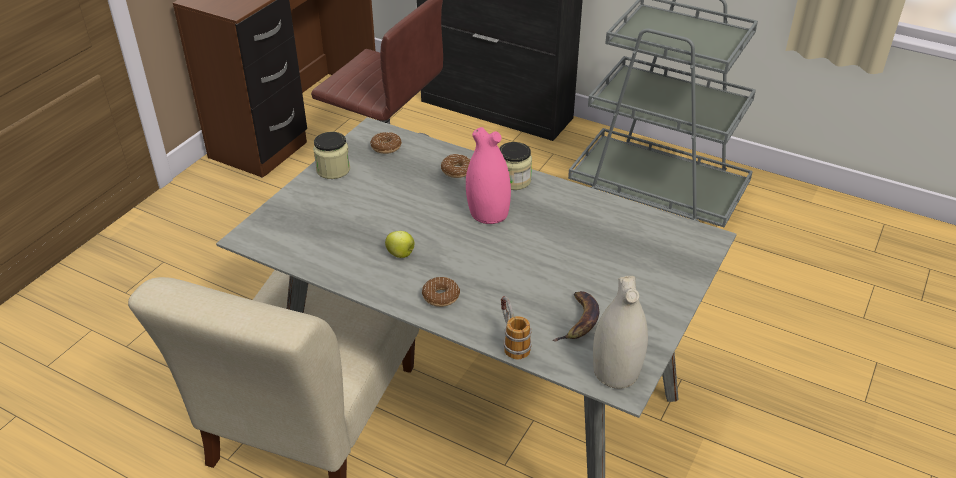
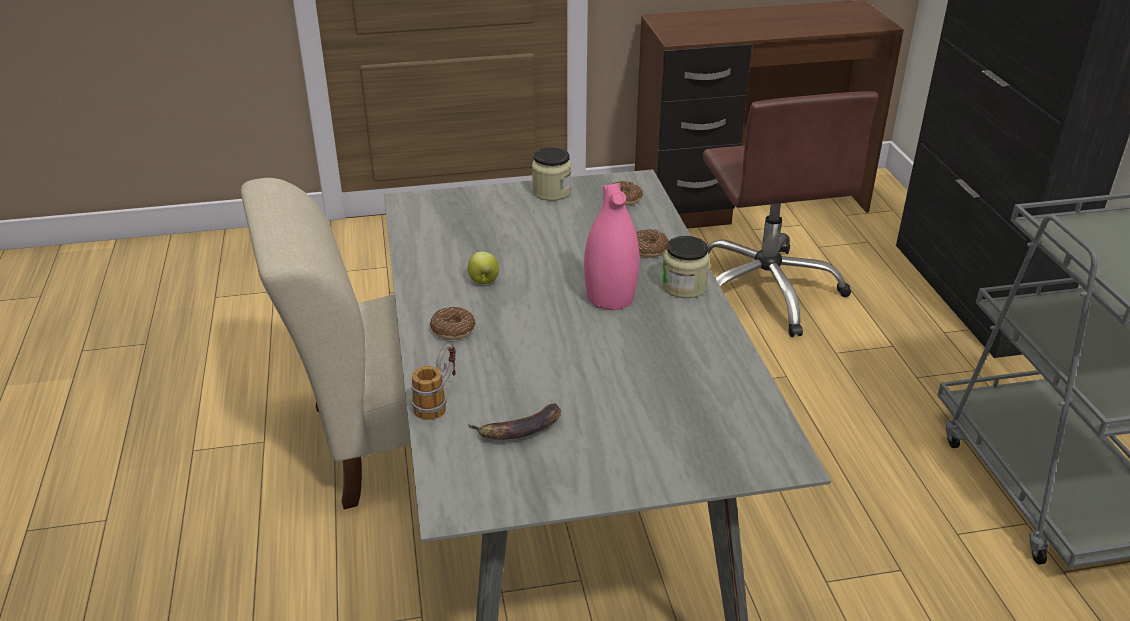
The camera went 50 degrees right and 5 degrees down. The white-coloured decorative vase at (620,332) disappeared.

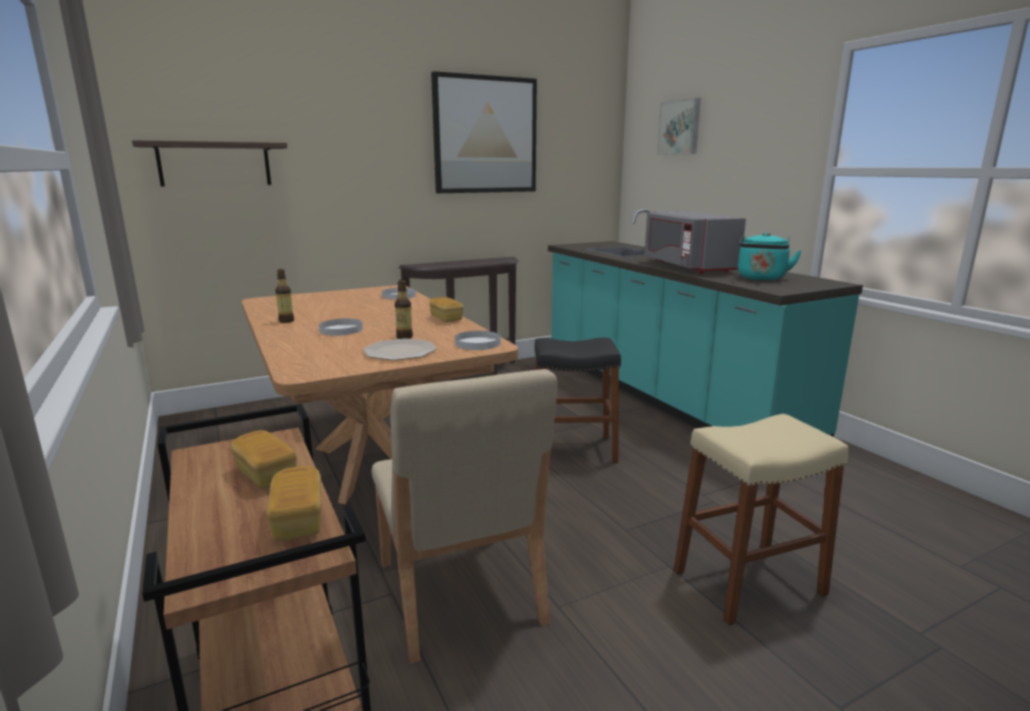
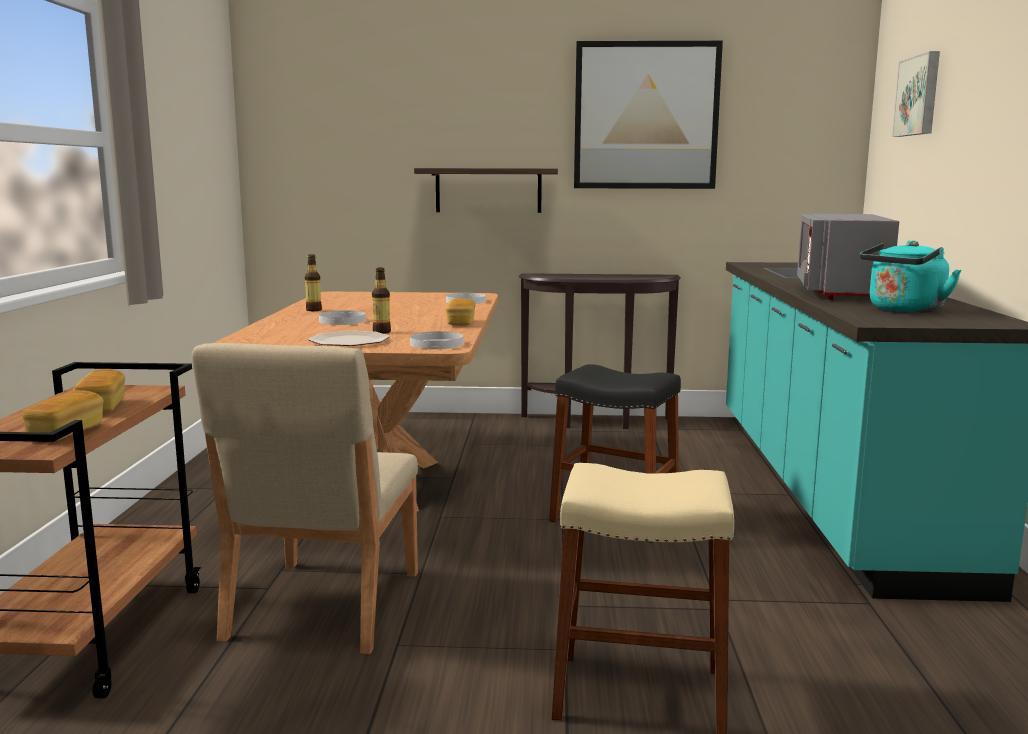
The camera went 30 degrees right and 5 degrees down. The bracket shelf moved from (209,163) to (486,190).

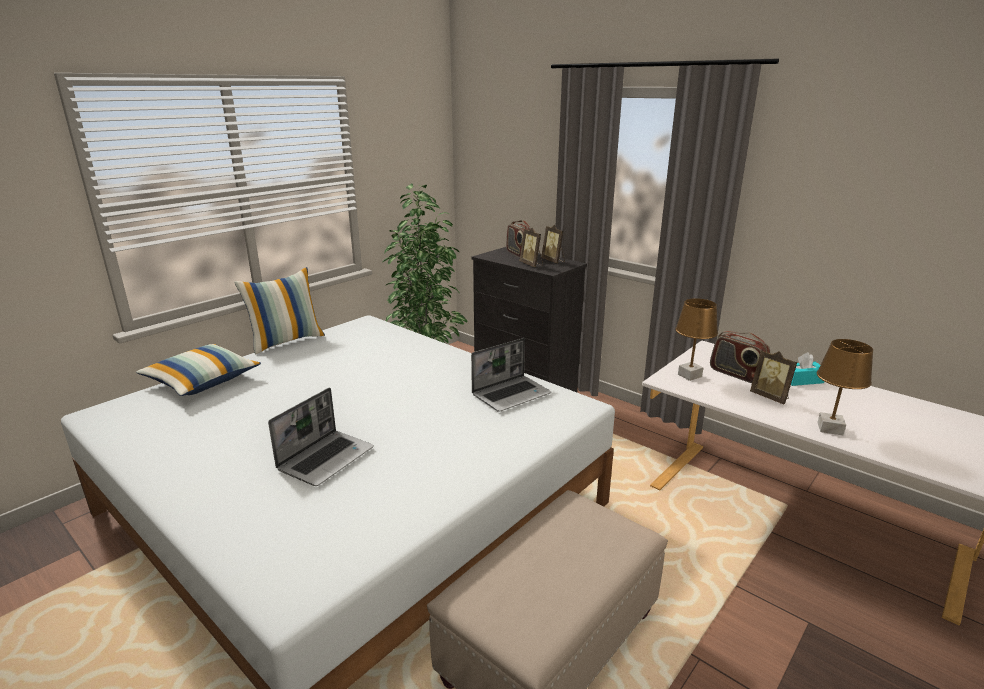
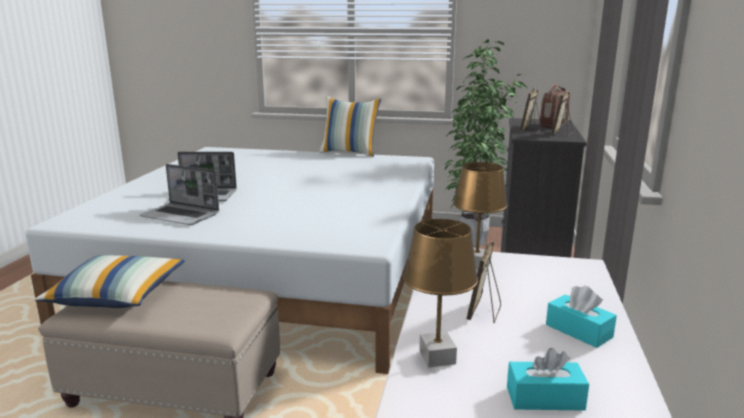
The camera went 60 degrees right and 5 degrees down. The radio set at (740,357) disappeared. The notebook computer moved from (511,375) to (179,194). The cushion moved from (198,370) to (110,281). The turquoise-coloured box of tissues at (548,379) appeared.

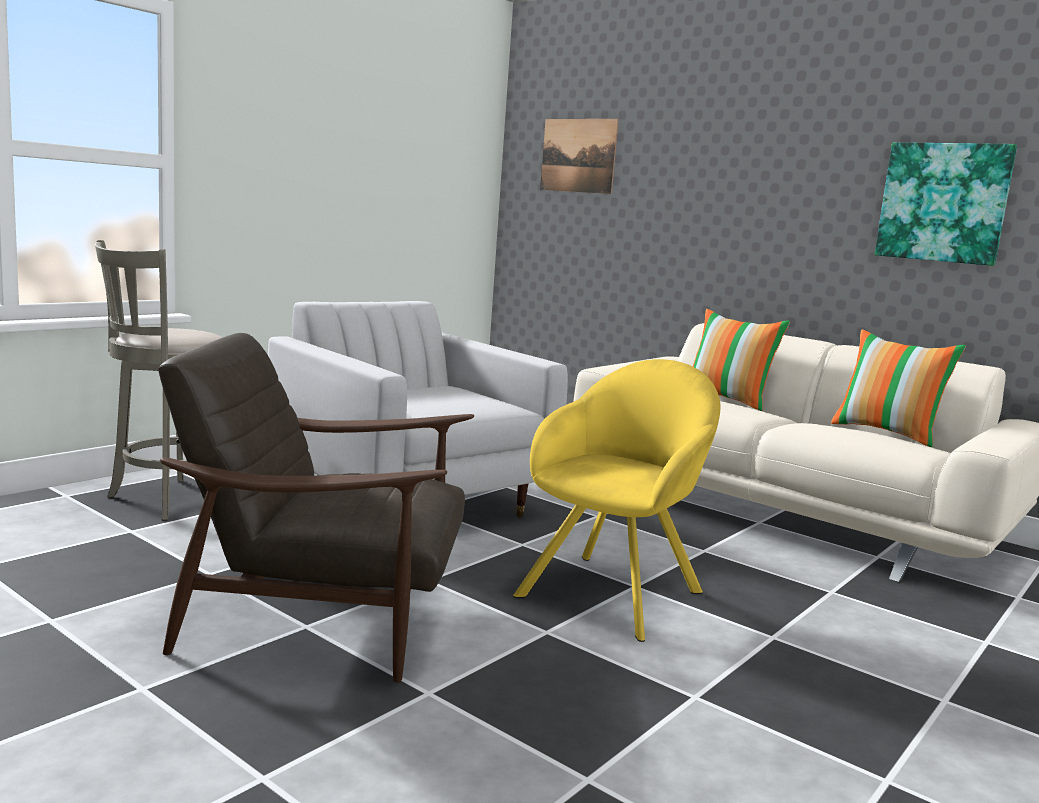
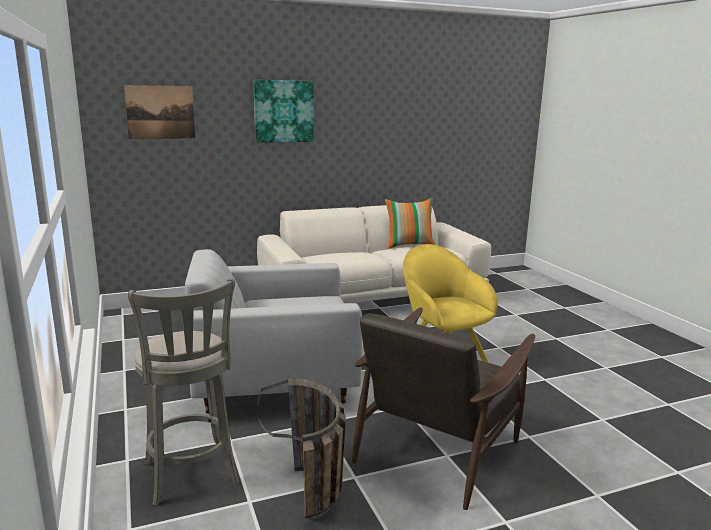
The camera went 60 degrees left and 5 degrees up. The wall picture moved from (946,204) to (284,111). The cushion at (741,360) disappeared. The basket at (302,448) appeared.

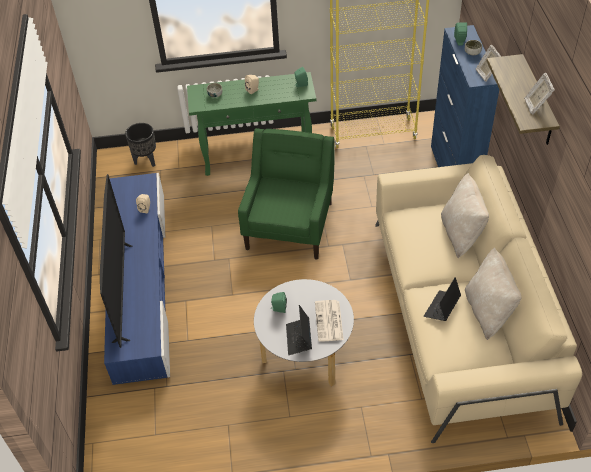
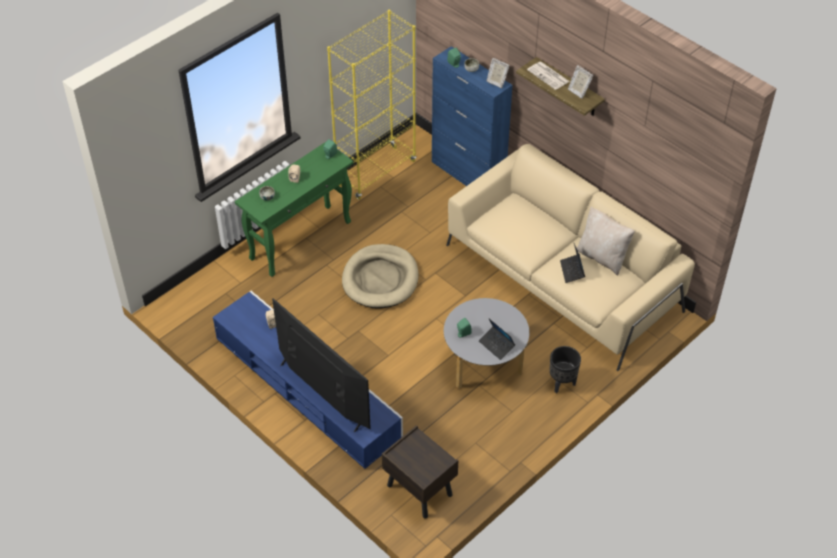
The camera went 40 degrees left and 0 degrees up. The blackish plant pot moved from (140,145) to (565,369). The green armchair at (286,193) was replaced by the beige dog cushion at (380,276). The beige cushion at (465,215) disappeared. The printed paper moved from (329,320) to (548,76). The brown-coloured night table at (420,472) appeared.

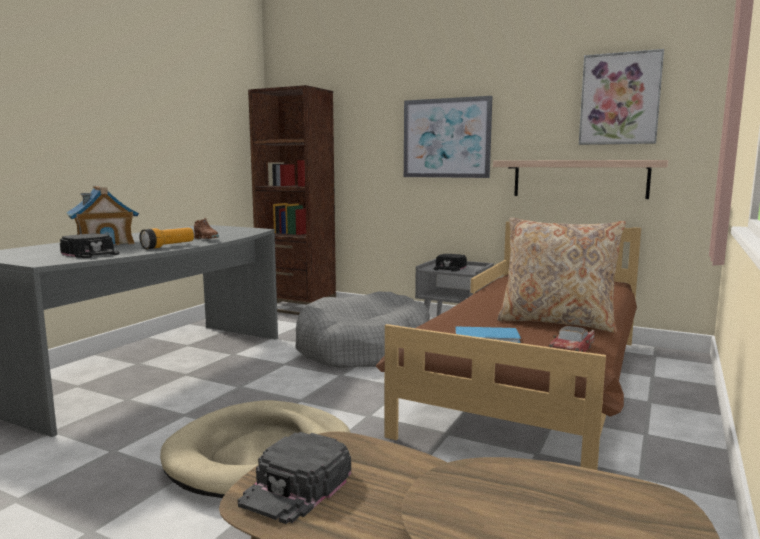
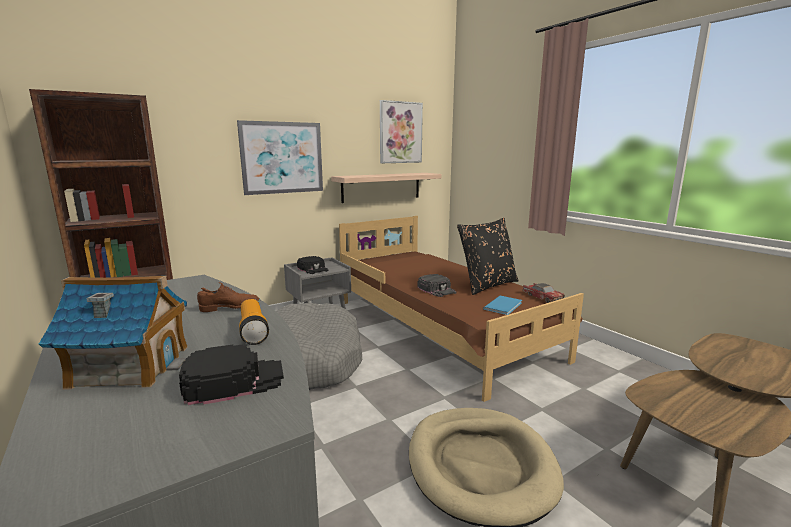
The camera went 60 degrees left and 5 degrees up. The beige cushion at (561,275) became the blackish cushion at (488,256). The blackish baseball cap moved from (294,478) to (437,285).

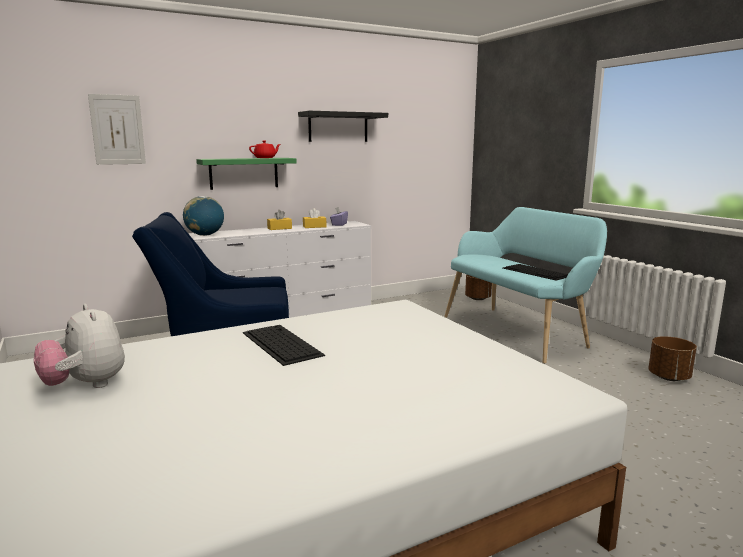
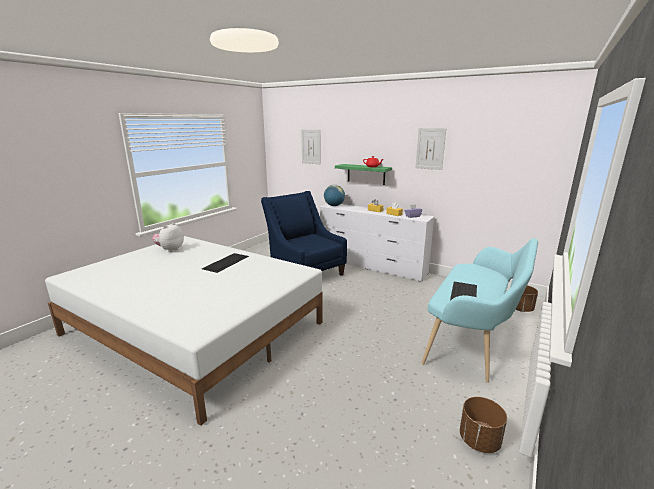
The camera went 60 degrees right and 5 degrees up. The blackish bracket shelf at (343,126) was replaced by the wall picture at (431,149).

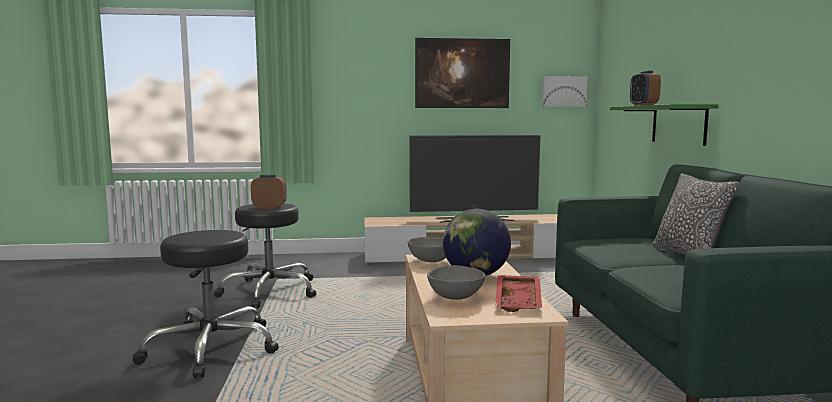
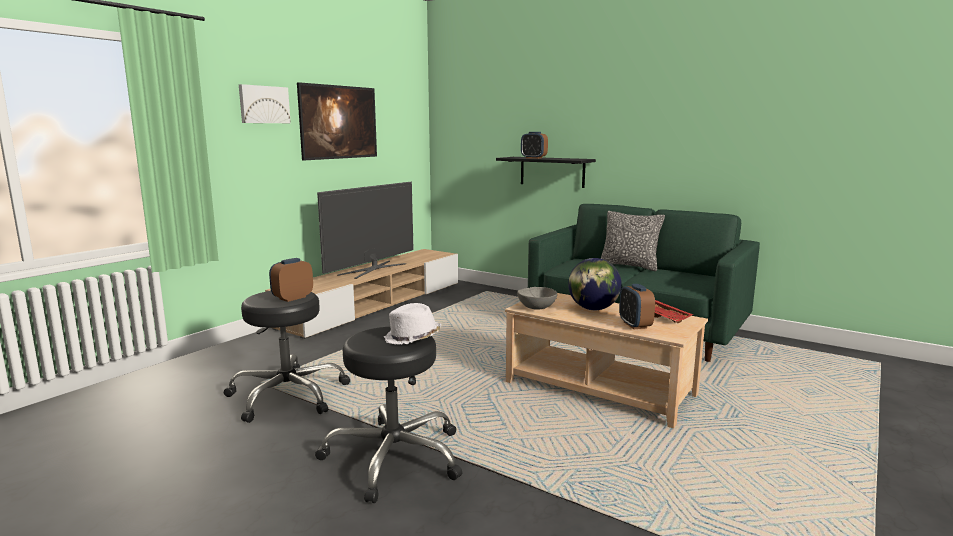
The camera went 50 degrees left and 5 degrees up. The wall picture moved from (565,91) to (265,103). The green bracket shelf at (664,125) became the blackish bracket shelf at (546,172). The greyish serving bowl at (456,282) was replaced by the alarm clock at (637,306). The white-coloured hat at (412,324) appeared.

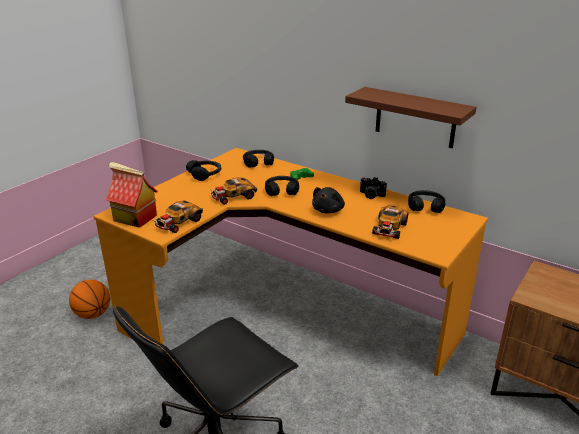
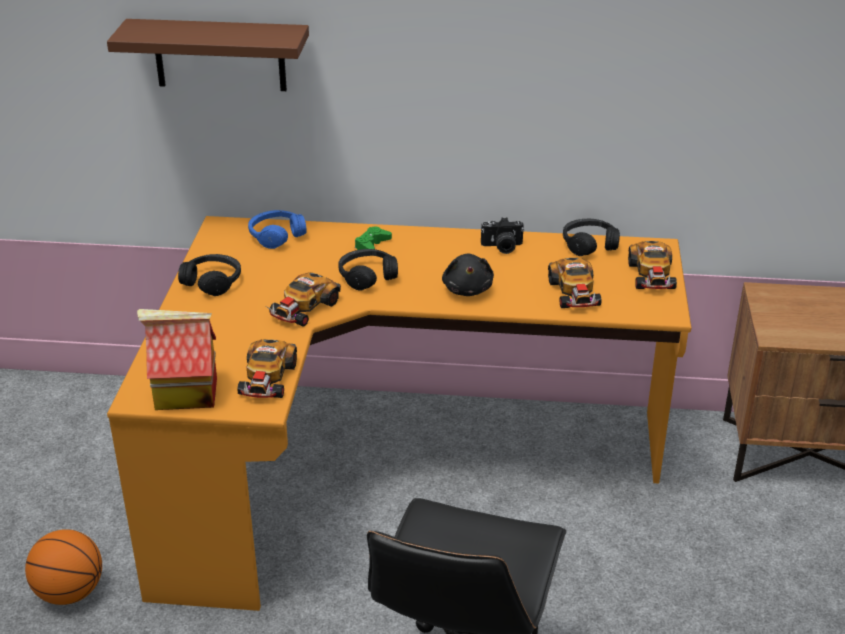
The camera went 30 degrees left and 5 degrees up. The brown-coloured bracket shelf moved from (411,117) to (208,55). The blackish headset at (258,159) became the bluish headset at (277,229). The toy car at (652,265) appeared.

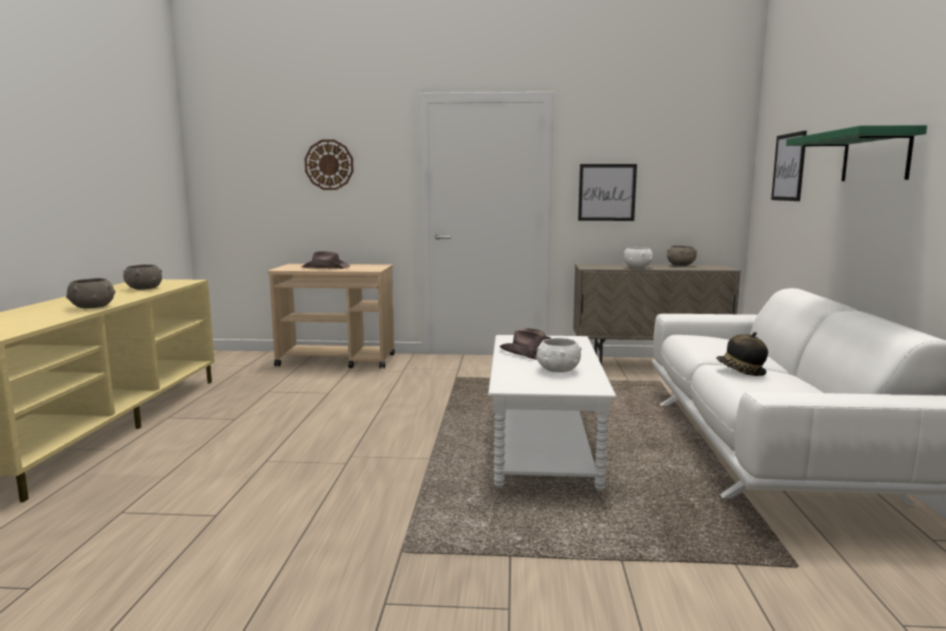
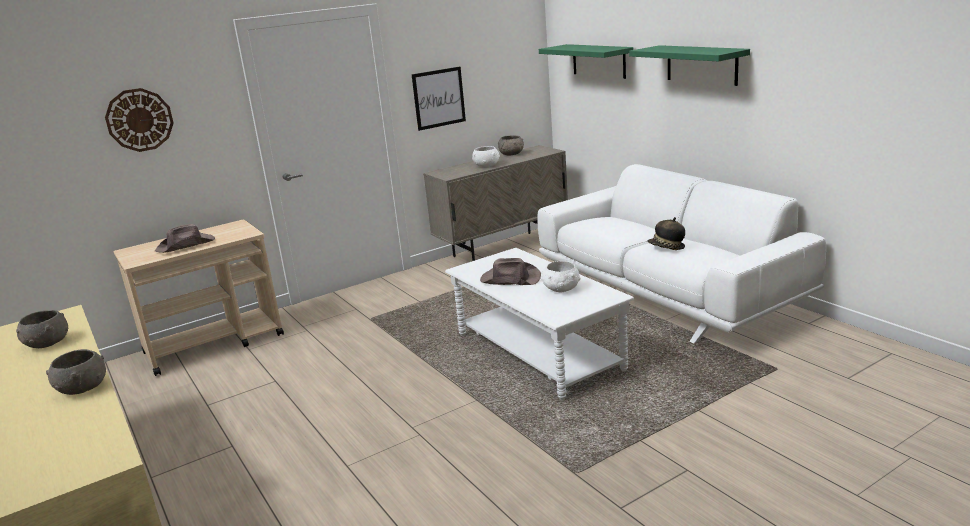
The camera went 35 degrees left and 10 degrees up. The wall picture at (789,166) was replaced by the green bracket shelf at (586,61).

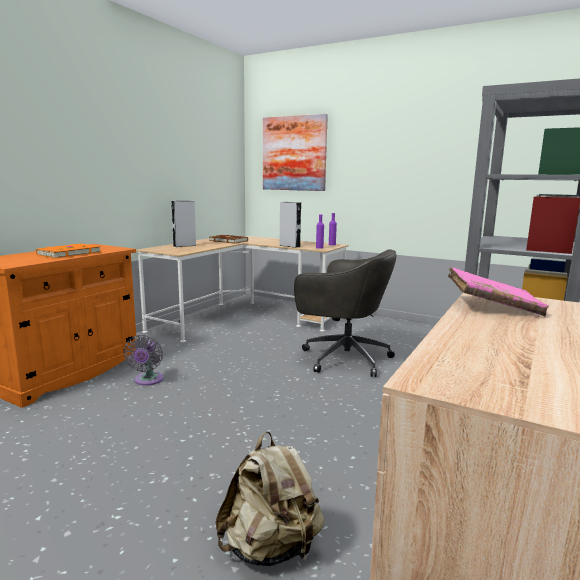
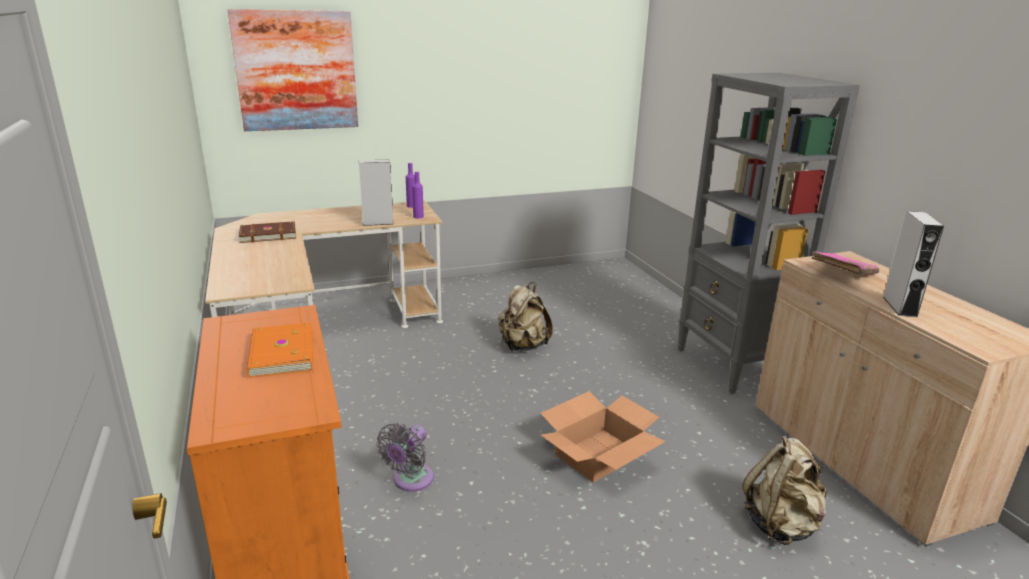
The camera went 50 degrees left and 10 degrees up. The greyish audio speaker moved from (183,224) to (913,264). The greyish computer chair at (345,313) was replaced by the beige backpack at (525,316). The greyish electric fan at (143,360) turned 75 degrees clockwise. The packing box at (603,437) appeared.

